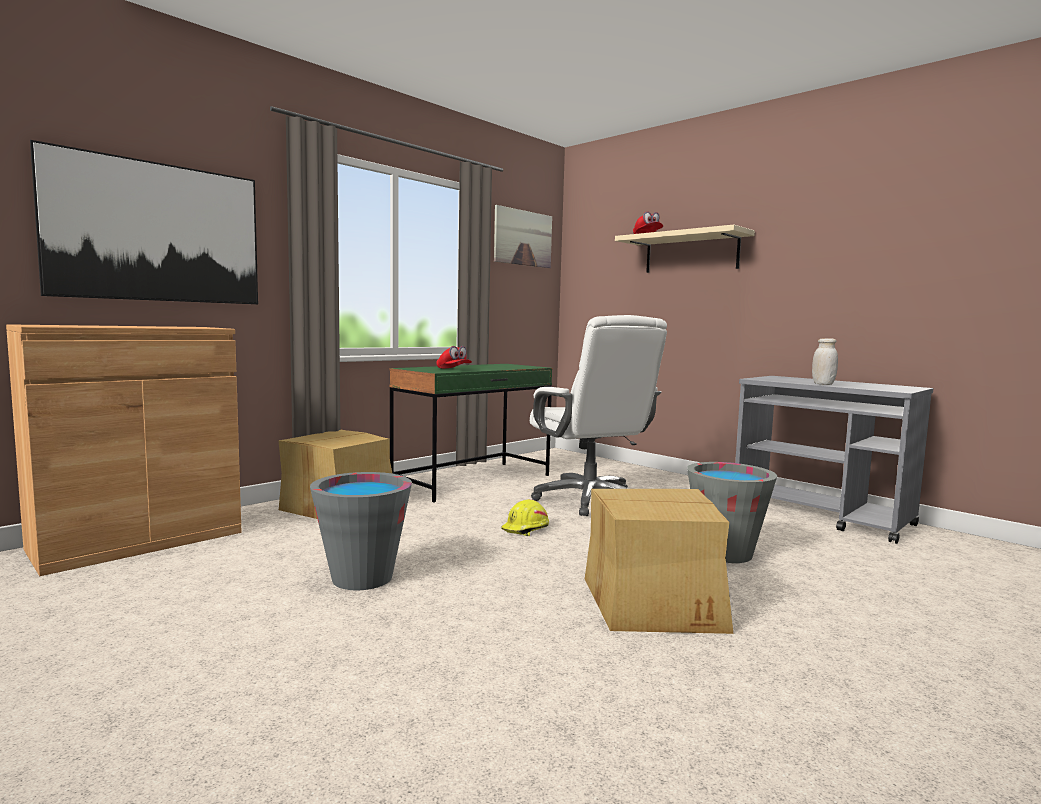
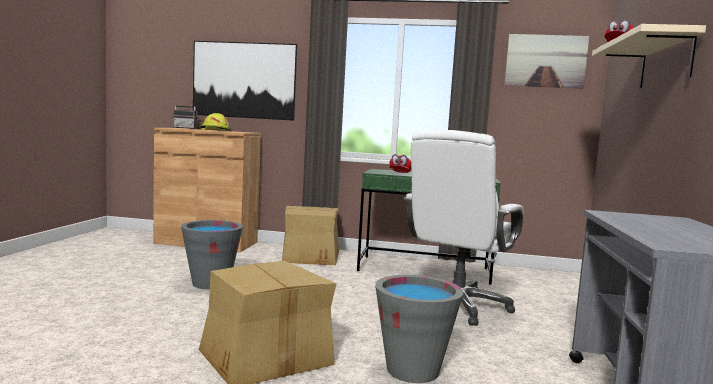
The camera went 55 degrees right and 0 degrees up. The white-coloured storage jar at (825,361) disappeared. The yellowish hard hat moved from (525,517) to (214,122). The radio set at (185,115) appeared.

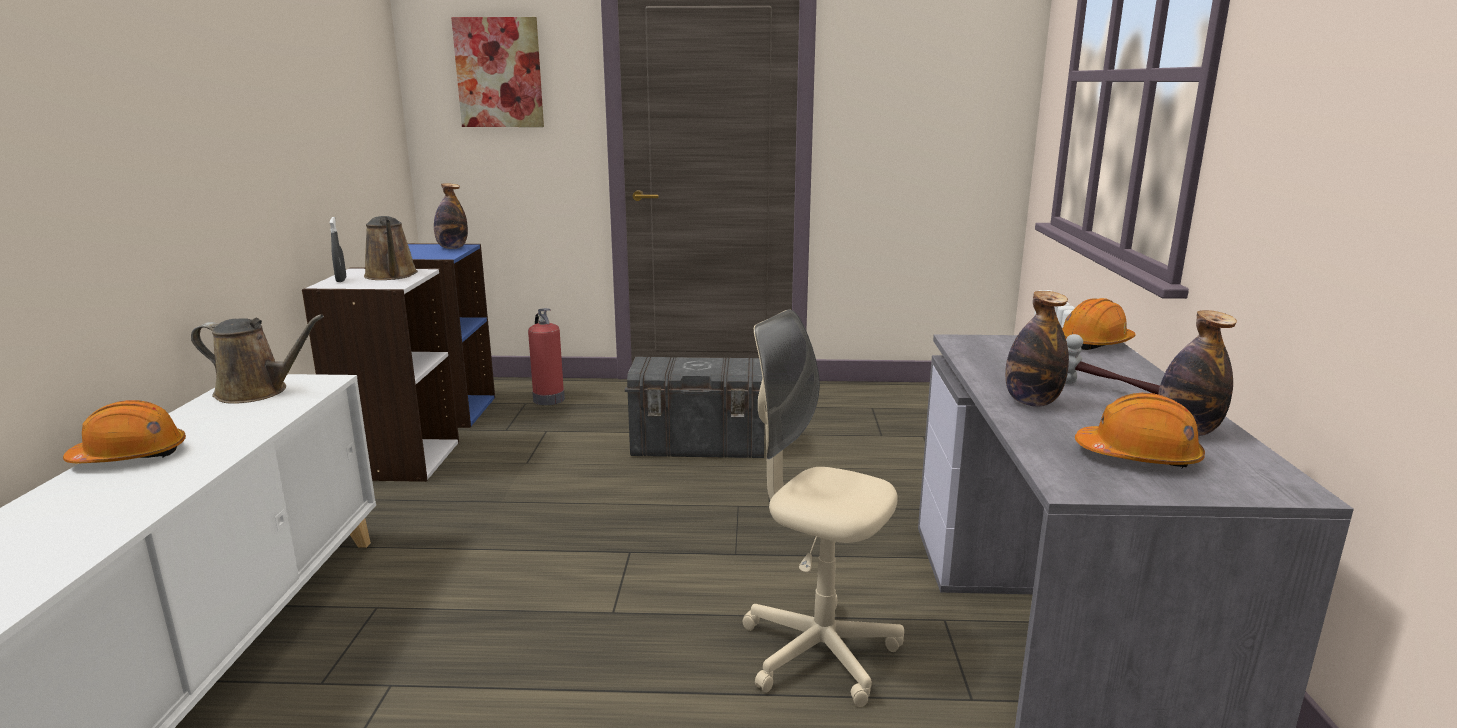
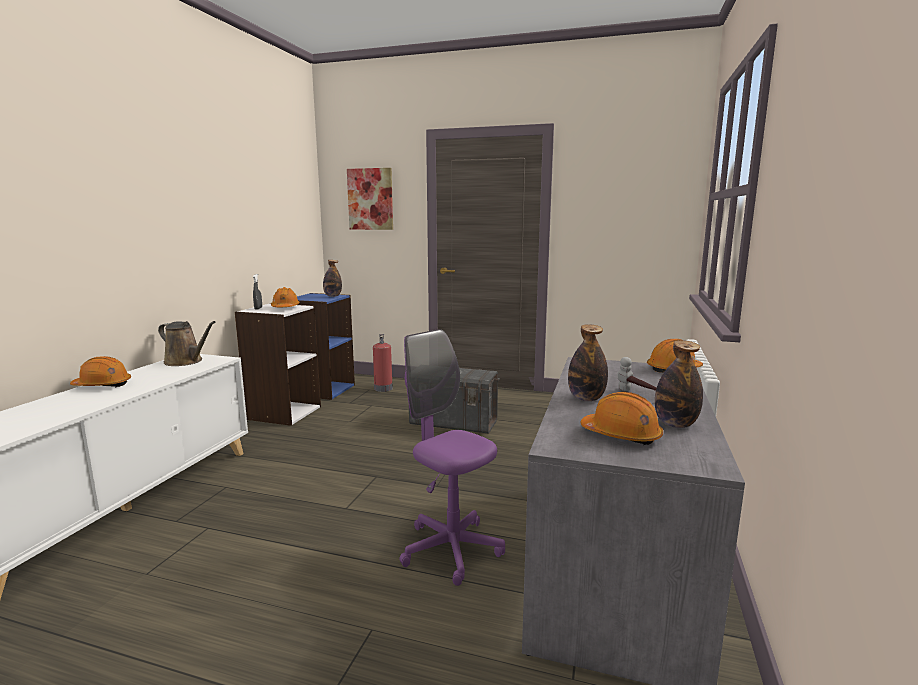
The camera went 15 degrees right and 5 degrees down. The brown-coloured watering pot at (391,248) was replaced by the orange hard hat at (285,297). The beige computer chair at (823,508) became the purple-coloured computer chair at (452,457).

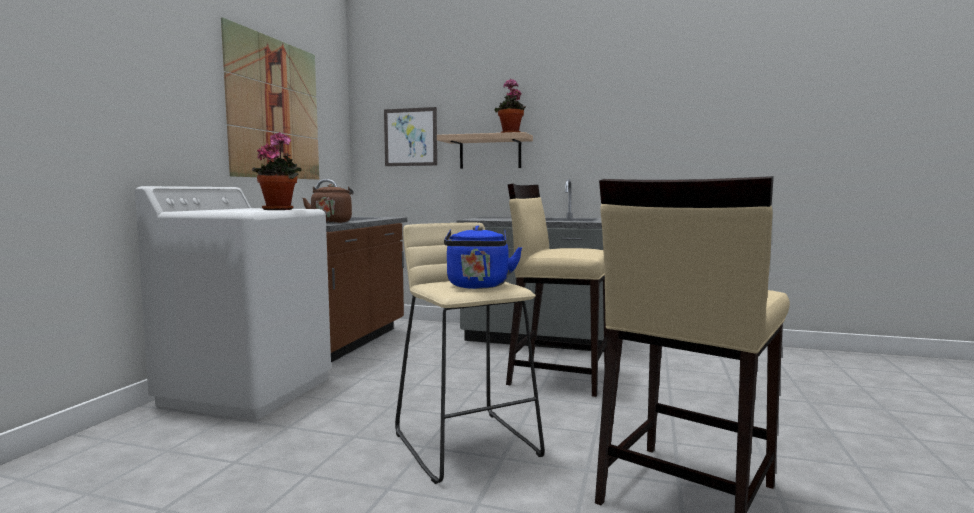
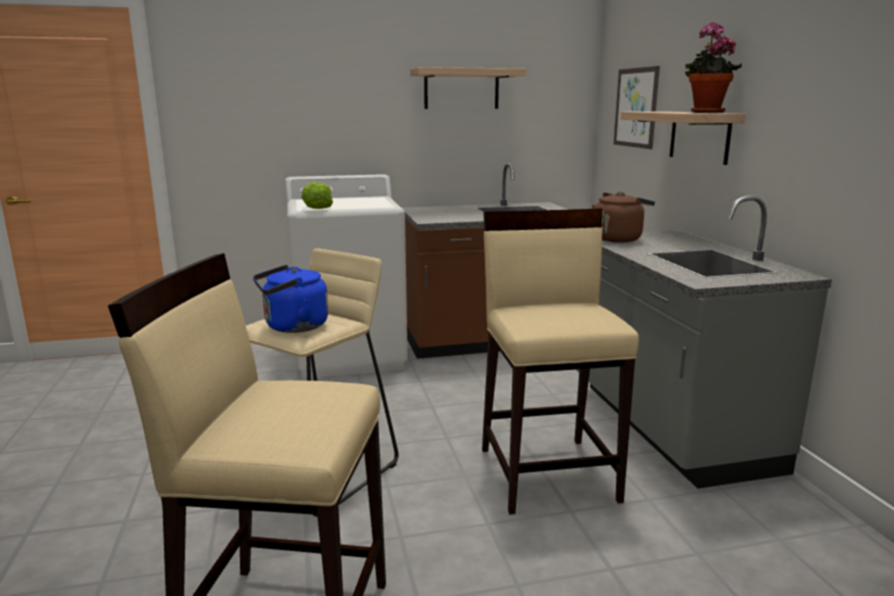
The camera went 60 degrees right and 10 degrees up. The wall picture at (270,98) was replaced by the bracket shelf at (468,88). The potted plant at (277,171) disappeared. The brown-coloured kettle moved from (328,203) to (623,217). The head of lettuce at (317,195) appeared.

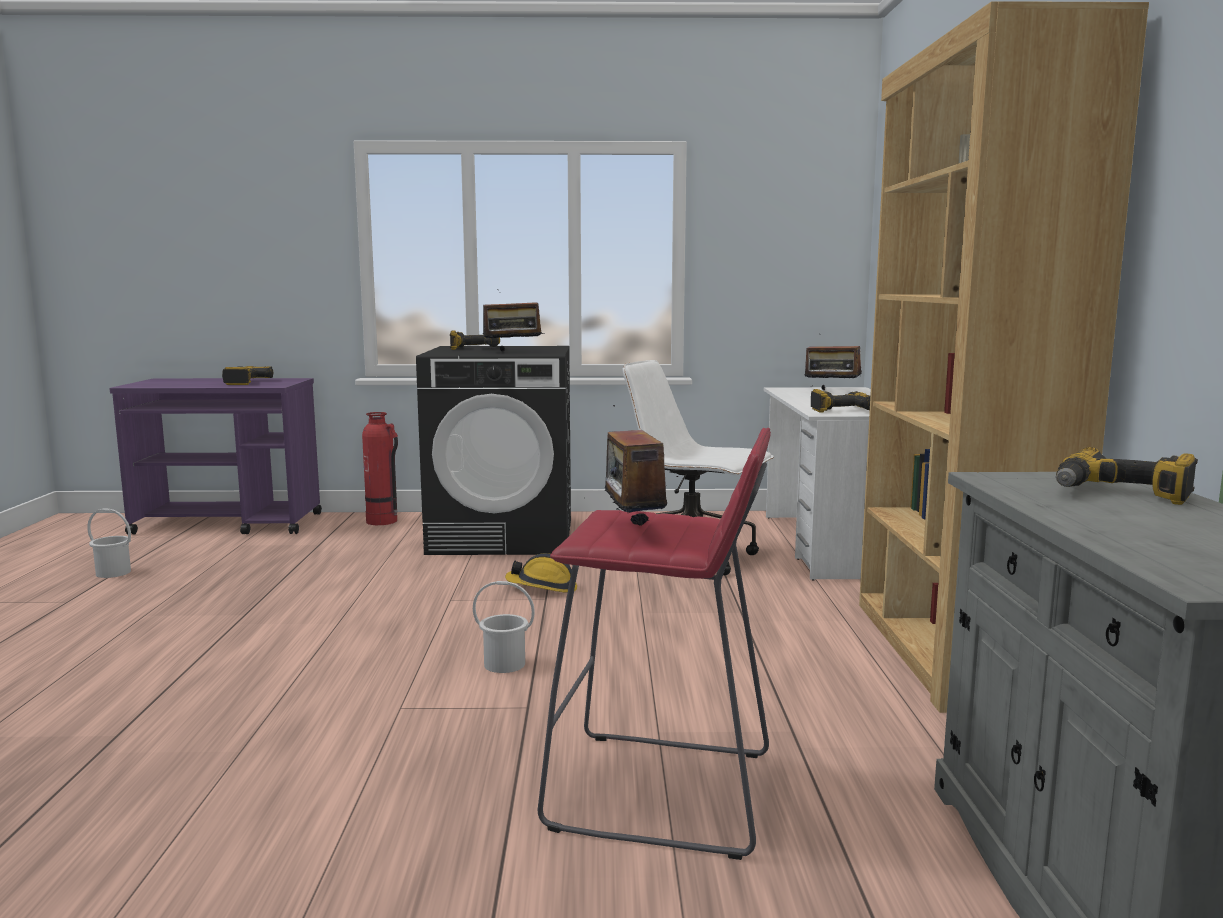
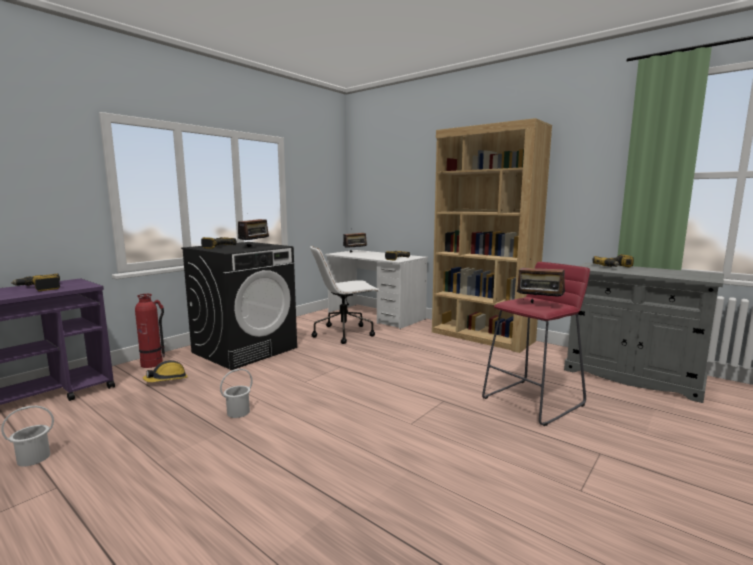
The camera went 50 degrees left and 0 degrees up. The hard hat moved from (541,573) to (165,371). The white-coloured water bucket moved from (504,627) to (236,393).

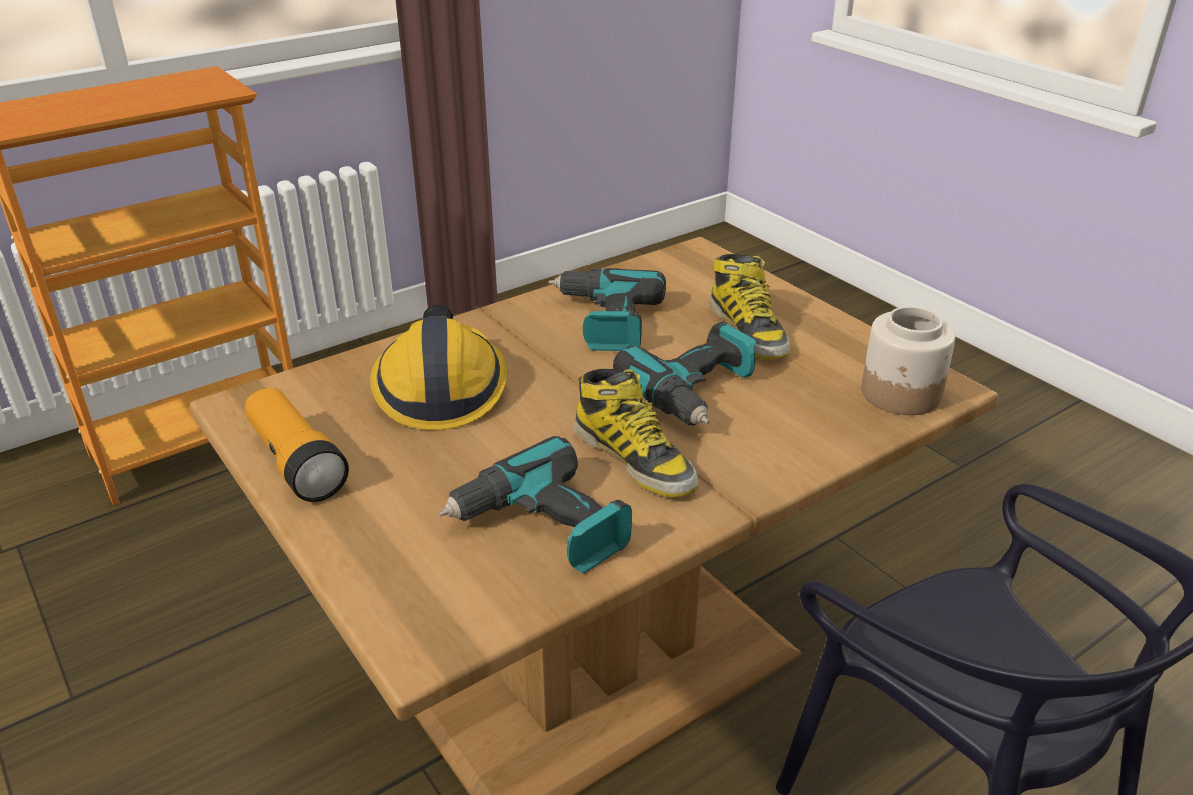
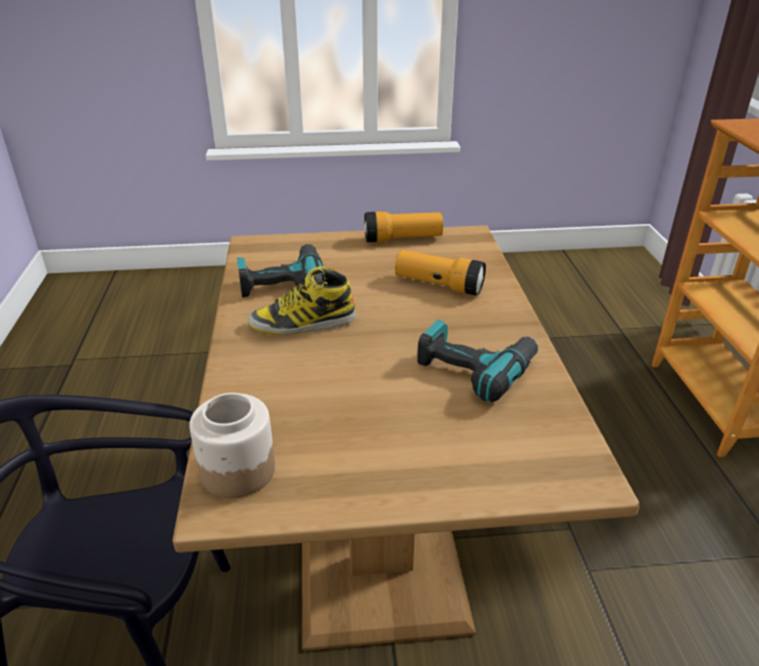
The camera went 120 degrees right and 0 degrees up. The high-top boot at (749,307) disappeared. The hard hat at (438,367) was replaced by the flashlight at (440,273). The electric drill at (684,373) disappeared.

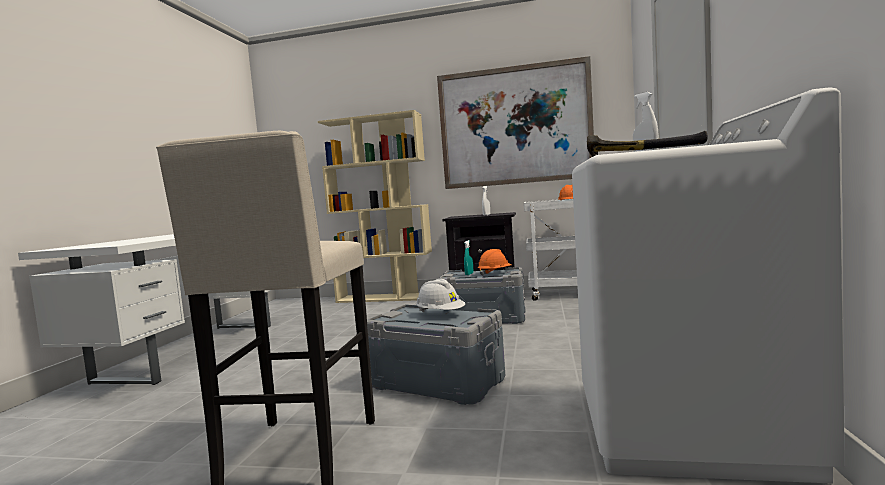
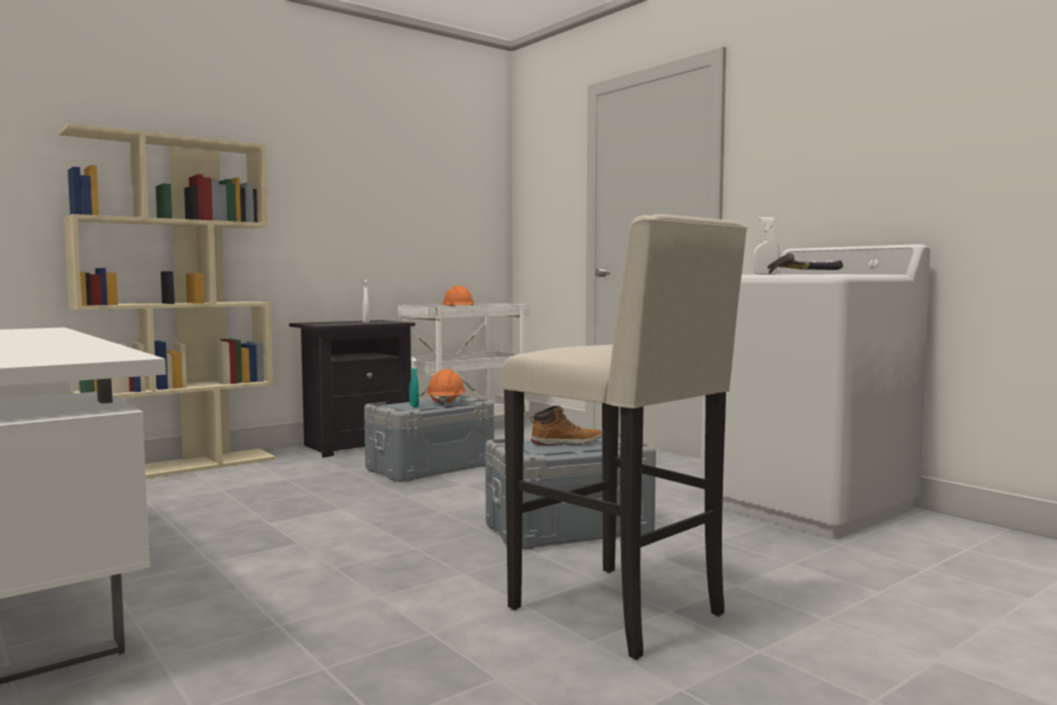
The camera went 50 degrees left and 0 degrees up. The wall picture at (515,122) disappeared. The white-coloured hard hat at (440,295) was replaced by the high-top boot at (566,425).

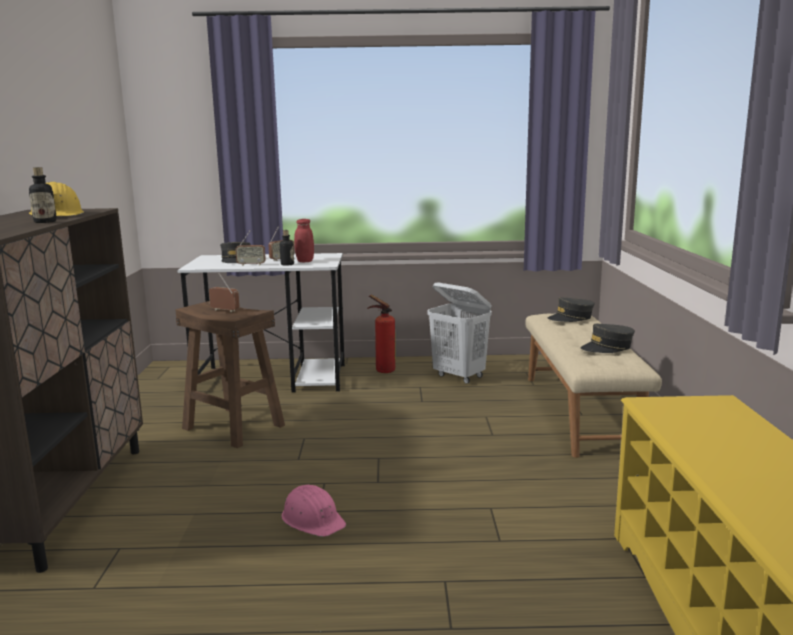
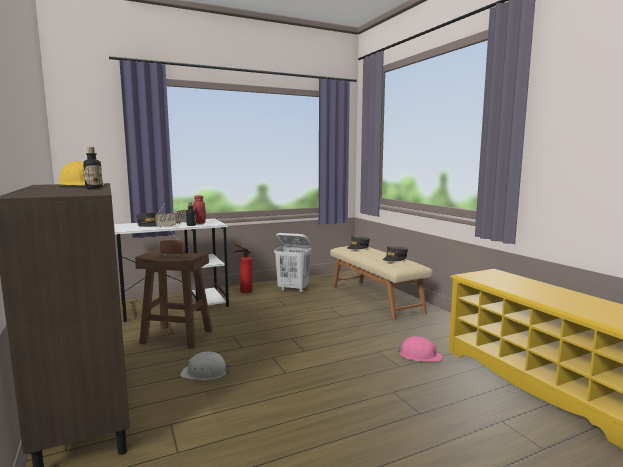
The camera went 25 degrees left and 5 degrees down. The pink hard hat moved from (314,511) to (420,349). The white-coloured hard hat at (205,366) appeared.

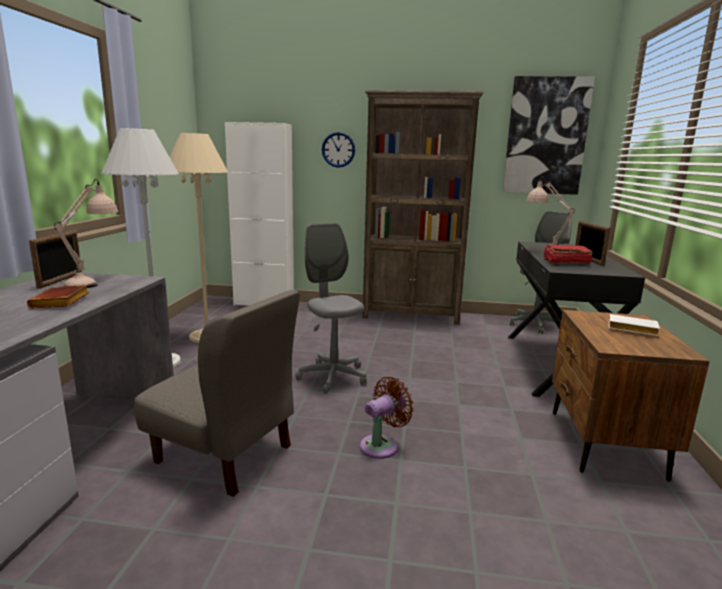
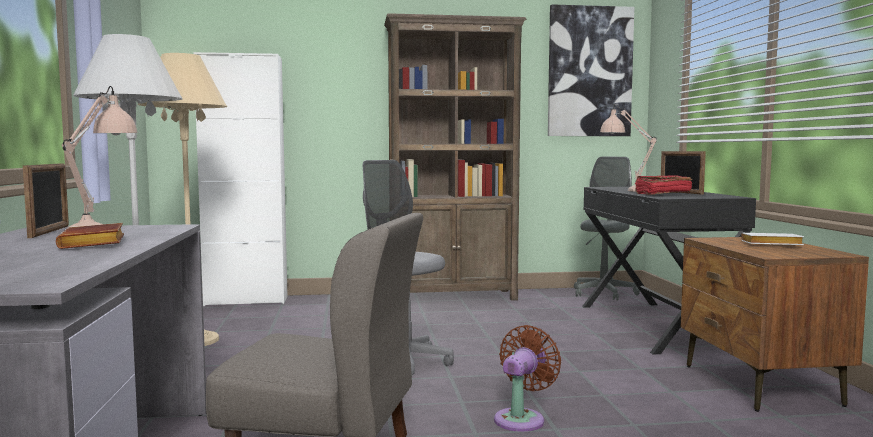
The camera went 15 degrees left and 10 degrees down. The wall clock at (338,149) disappeared.

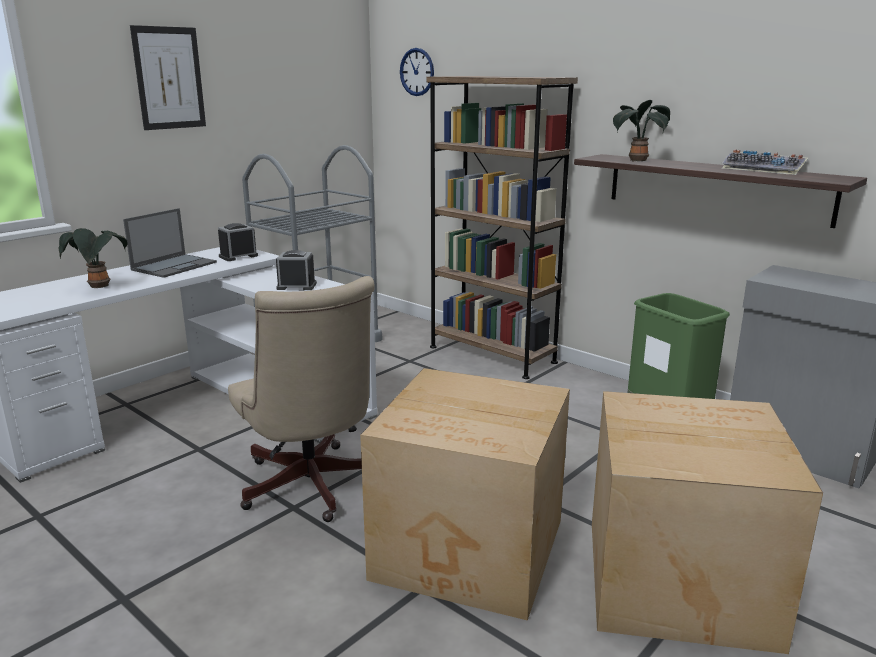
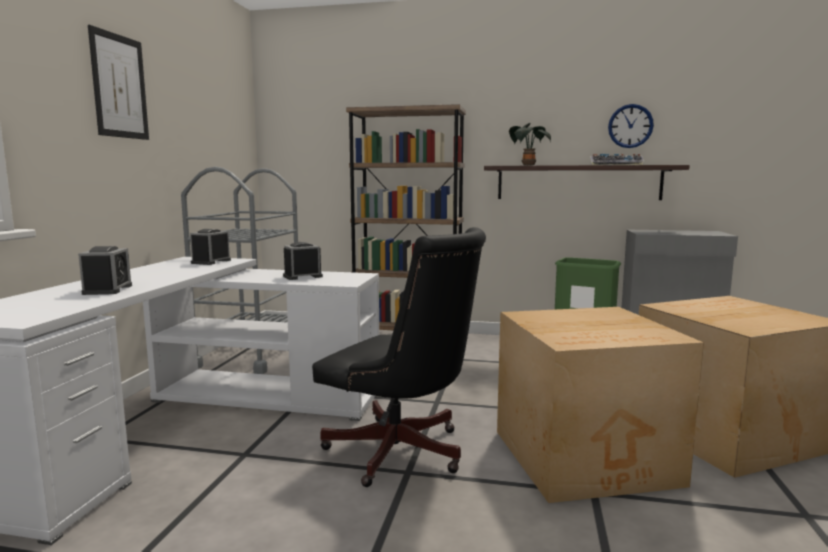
The camera went 30 degrees left and 10 degrees down. The wall clock moved from (417,72) to (631,126). The notebook computer at (170,243) disappeared. The potted plant at (93,258) was replaced by the alarm clock at (105,270). The beige computer chair at (301,399) became the blackish computer chair at (399,357).

